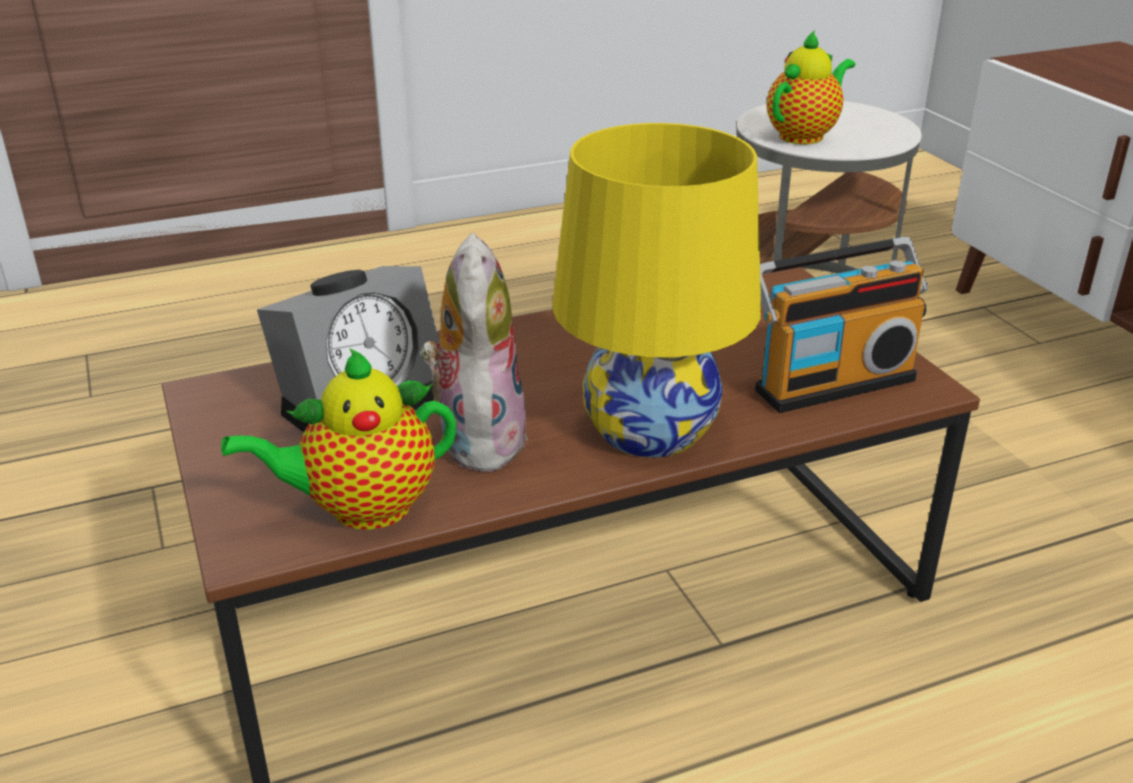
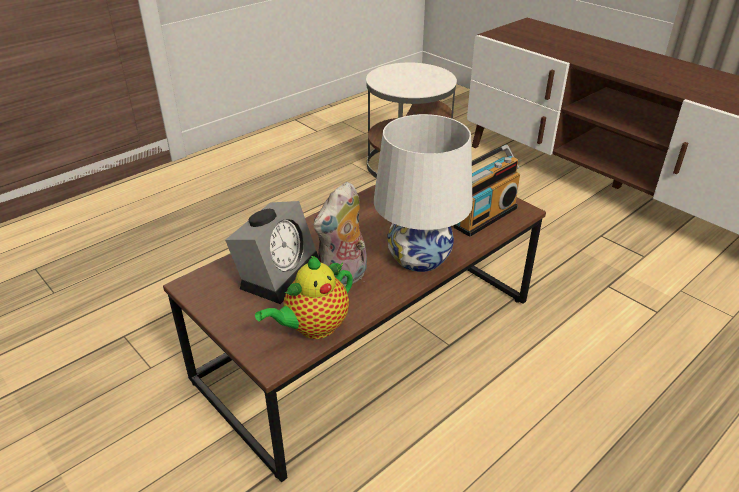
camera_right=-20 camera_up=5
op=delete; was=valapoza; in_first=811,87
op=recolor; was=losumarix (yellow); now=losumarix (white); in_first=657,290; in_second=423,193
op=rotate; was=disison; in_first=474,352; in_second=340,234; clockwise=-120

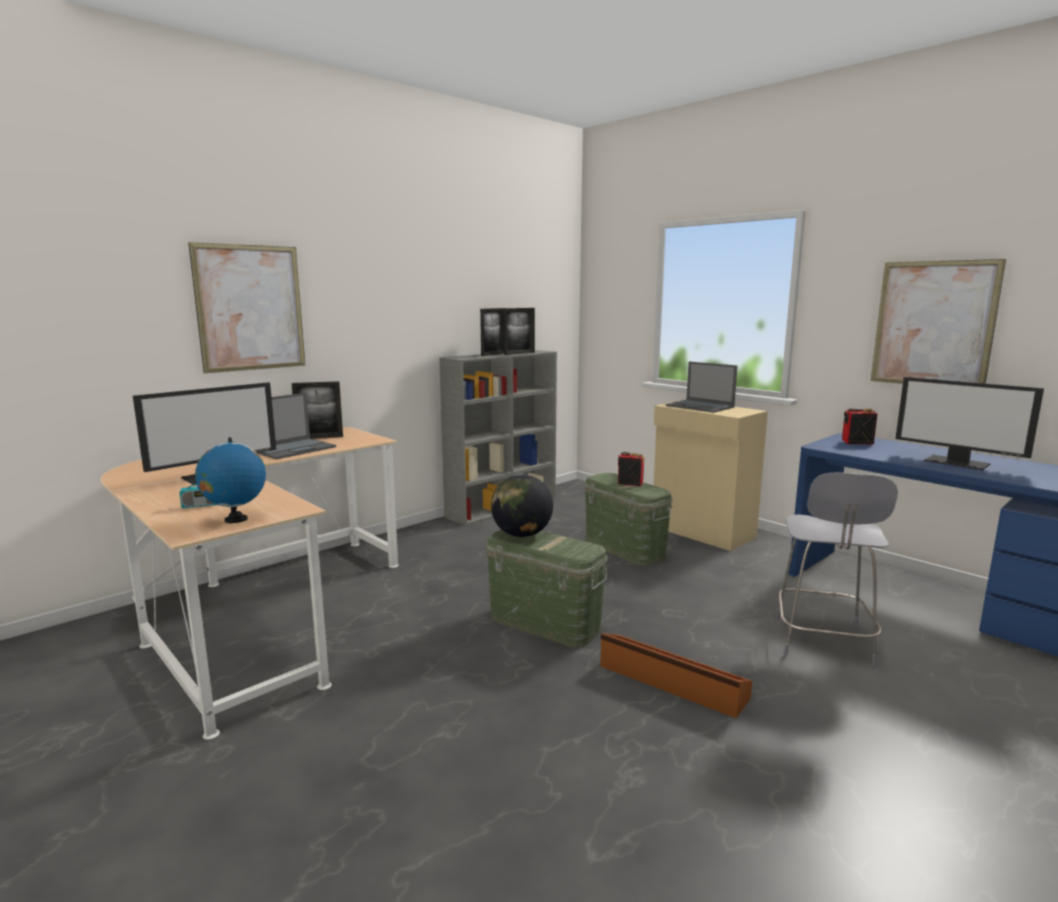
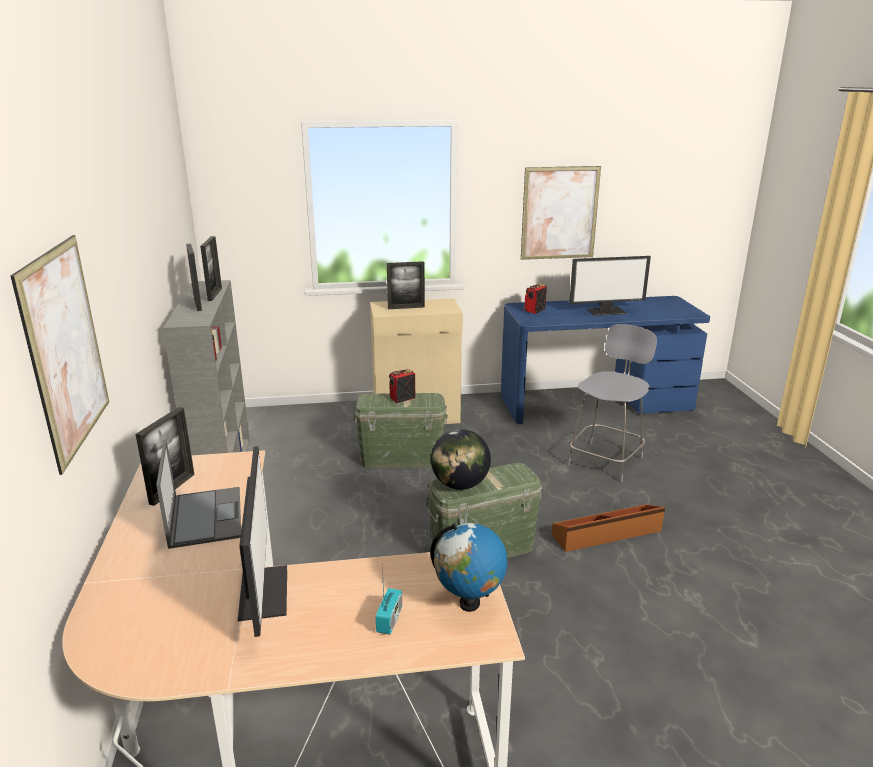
camera_right=-55 camera_up=10
op=replace; was=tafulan; now=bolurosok; in_first=701,387; in_second=406,285
op=rotate; was=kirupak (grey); in_first=837,569; in_second=612,403; clockwise=-105

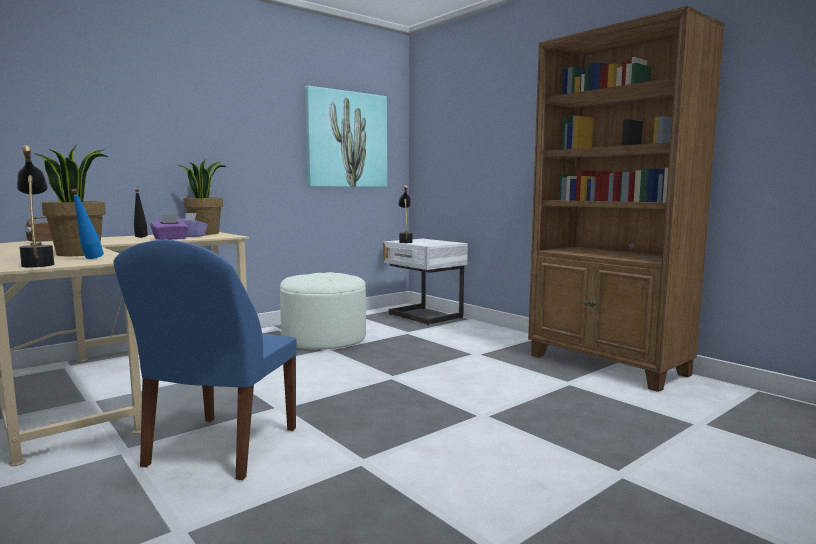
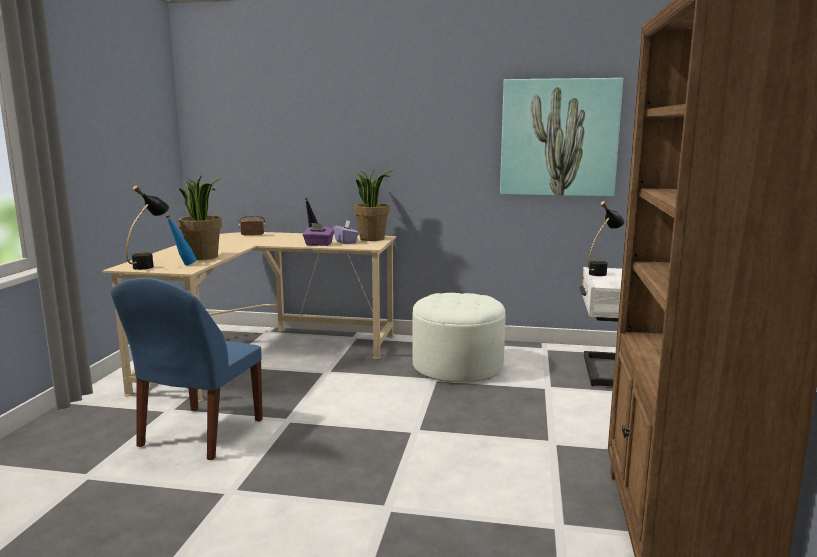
camera_right=50 camera_up=5
op=rotate; was=kirupak (blue); in_first=205,360; in_second=187,369; clockwise=-45

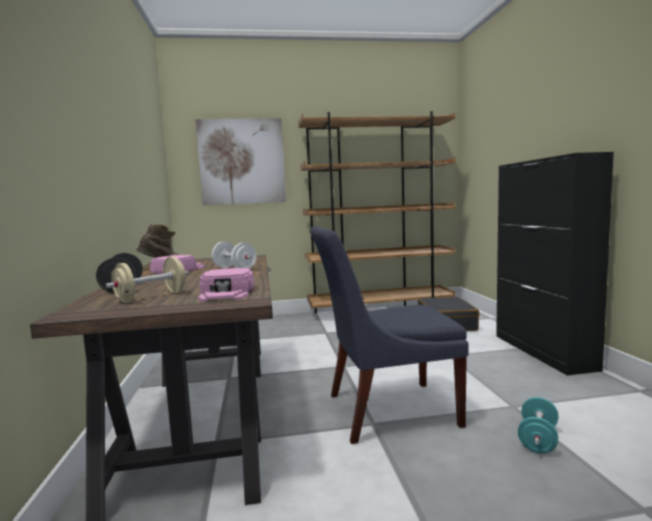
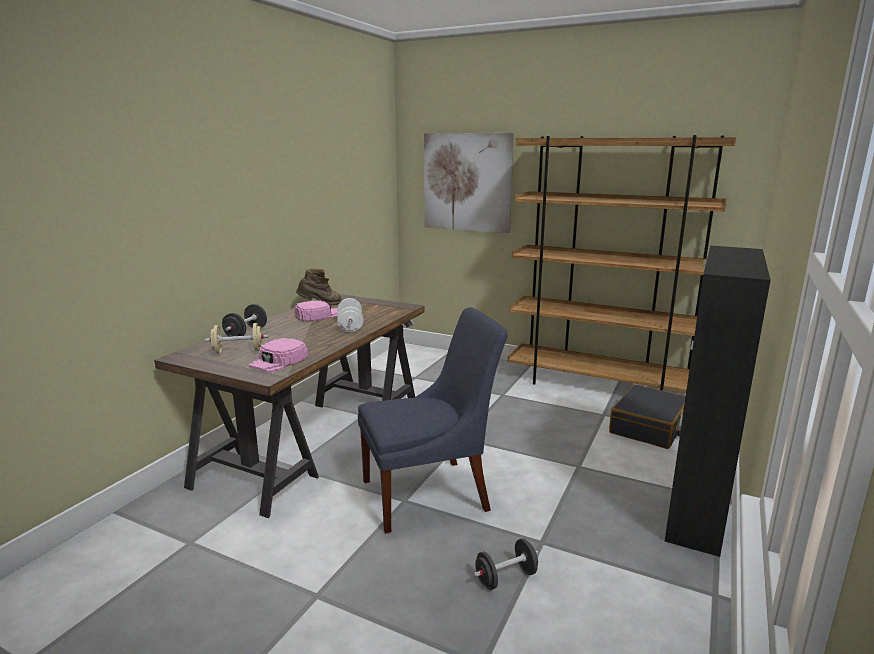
camera_right=35 camera_up=10
op=recolor; was=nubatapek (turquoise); now=nubatapek (black); in_first=538,425; in_second=506,564
op=rotate; was=kirupak (blue); in_first=389,335; in_second=433,420; clockwise=135

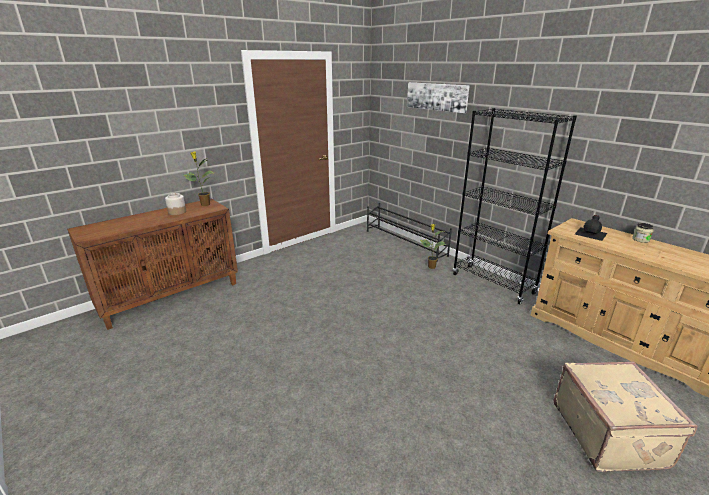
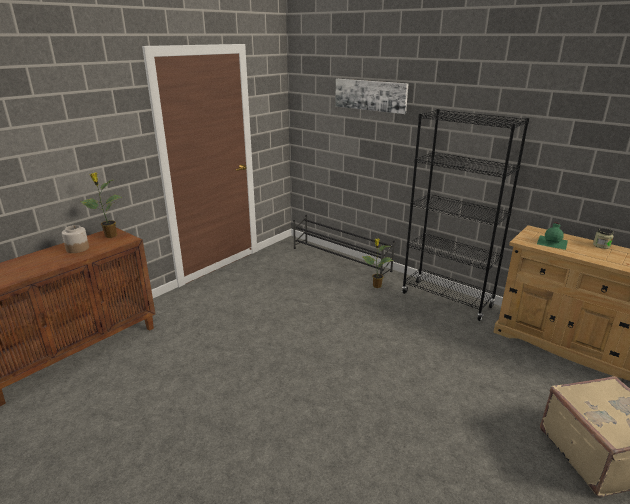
camera_right=-10 camera_up=0
op=recolor; was=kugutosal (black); now=kugutosal (green); in_first=591,228; in_second=552,236

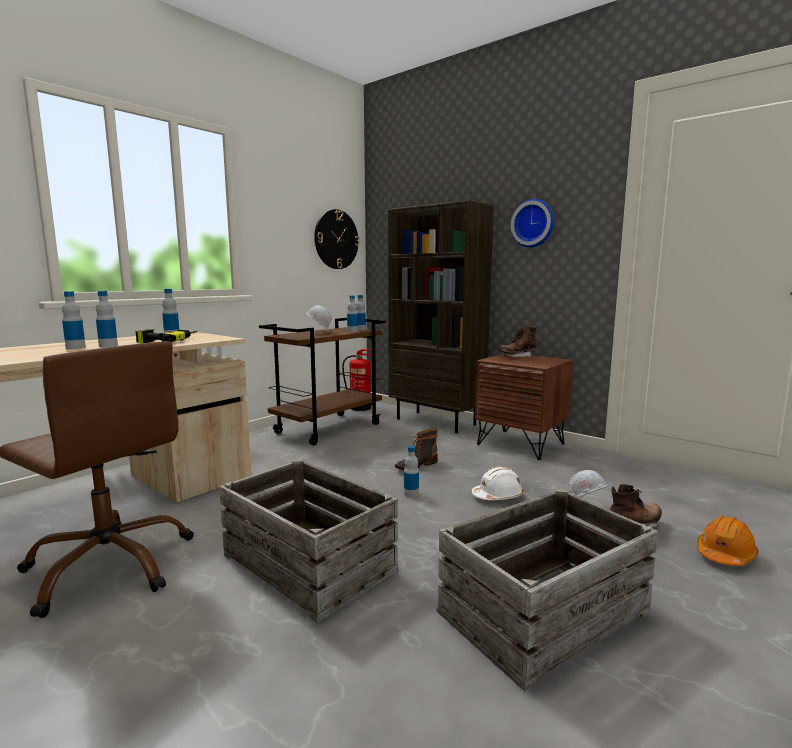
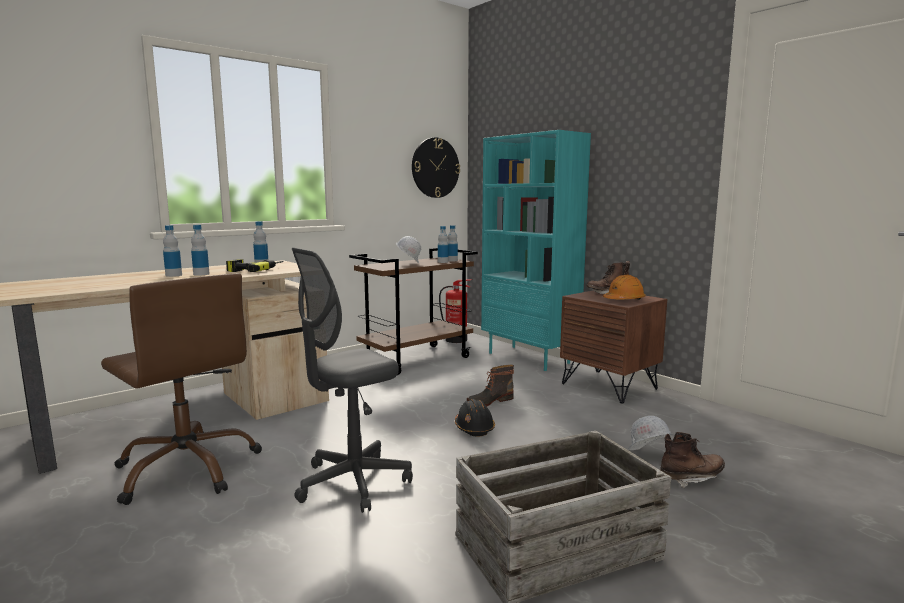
camera_right=10 camera_up=0
op=delete; was=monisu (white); in_first=498,483
op=delete; was=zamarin; in_first=533,223
op=move; was=monisu (orange); in_first=727,541; in_second=624,287
op=replace; was=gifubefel; now=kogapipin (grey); in_first=308,541; in_second=352,380
op=replace; was=kugutosal; now=monisu (black); in_first=411,471; in_second=475,417
op=recolor; was=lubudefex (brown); now=lubudefex (turquoise); in_first=441,316; in_second=536,250

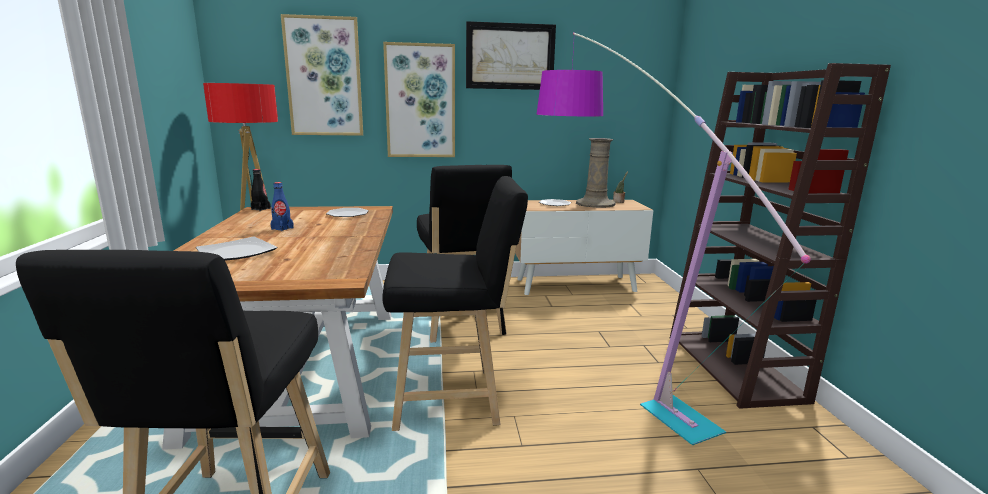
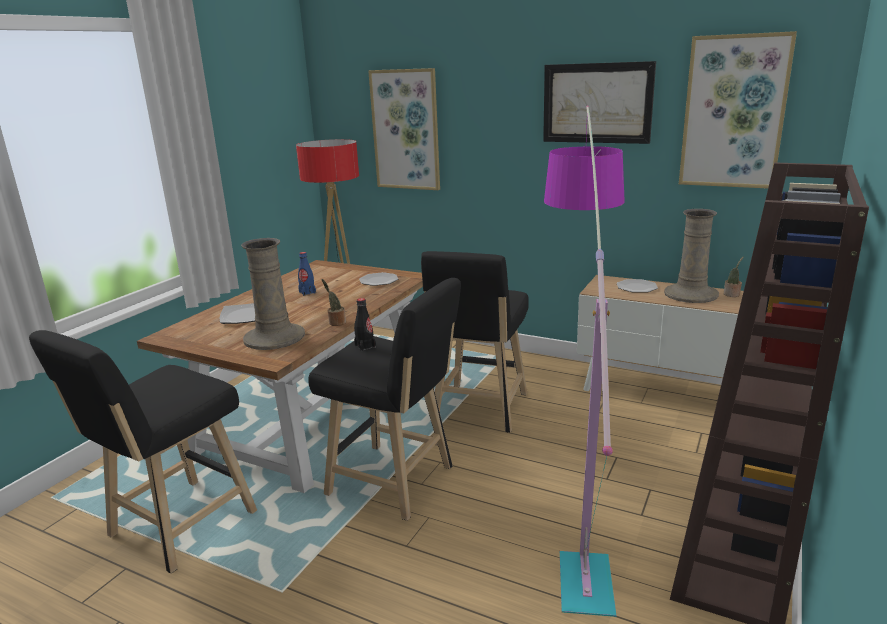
camera_right=35 camera_up=5
op=insert; now=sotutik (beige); in_second=273,294
op=insert; now=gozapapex; in_second=334,302
op=move; was=kugutosal (black); in_first=261,190; in_second=365,325
op=move; was=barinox; in_first=419,99; in_second=738,109

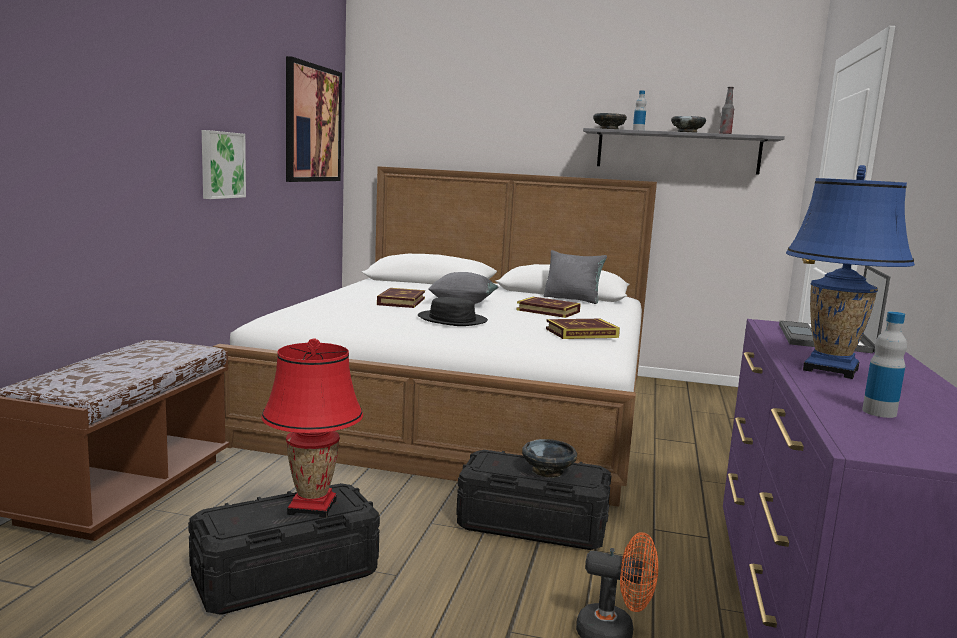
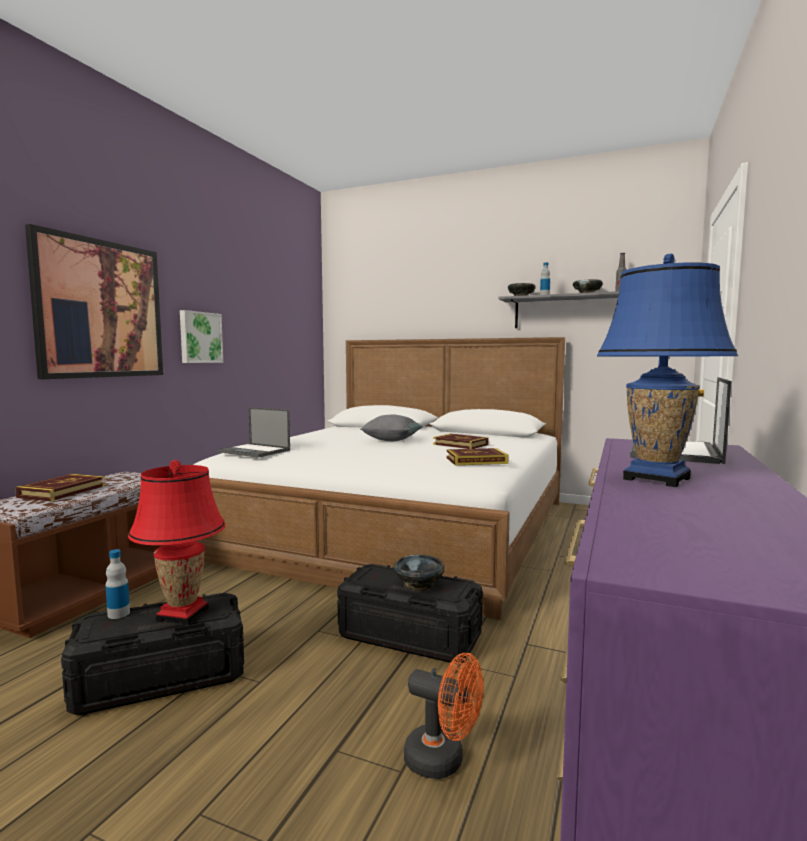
camera_right=10 camera_up=-5
op=delete; was=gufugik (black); in_first=453,311
op=delete; was=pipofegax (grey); in_first=575,277
op=insert; now=tafulan; in_second=253,432
op=move; was=barinox; in_first=314,119; in_second=94,301
op=move; was=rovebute; in_first=401,298; in_second=60,487
op=move; was=kugutosal; in_first=884,365; in_second=117,584

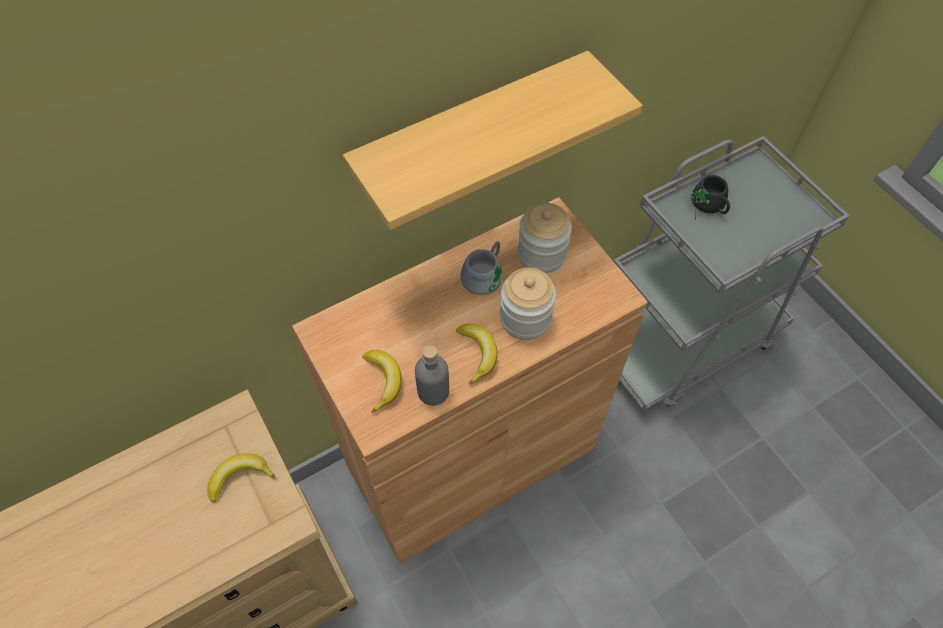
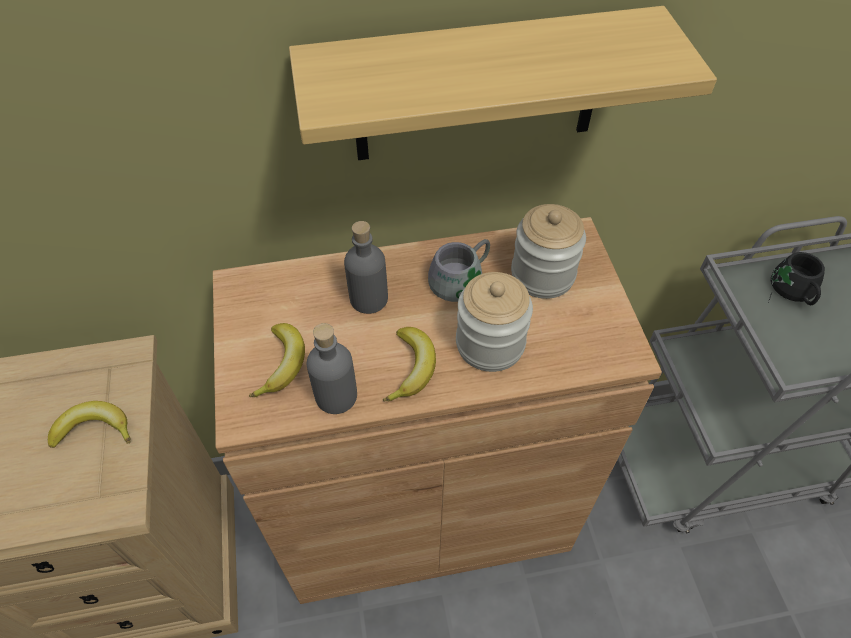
camera_right=20 camera_up=-5
op=insert; now=kugutosal (grey); in_second=366,267

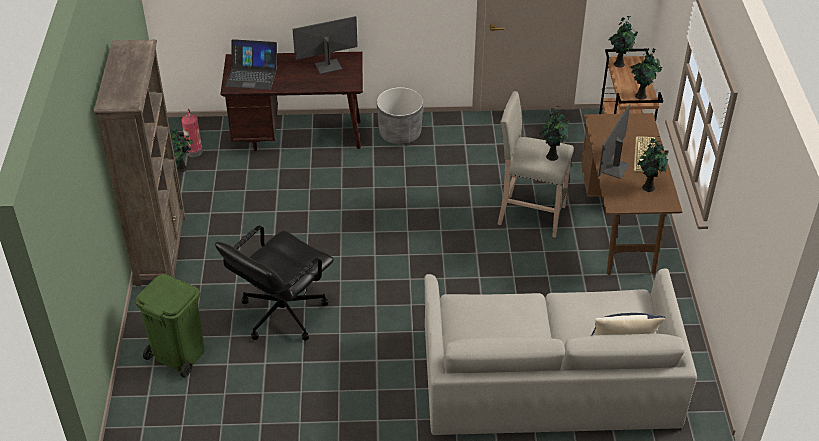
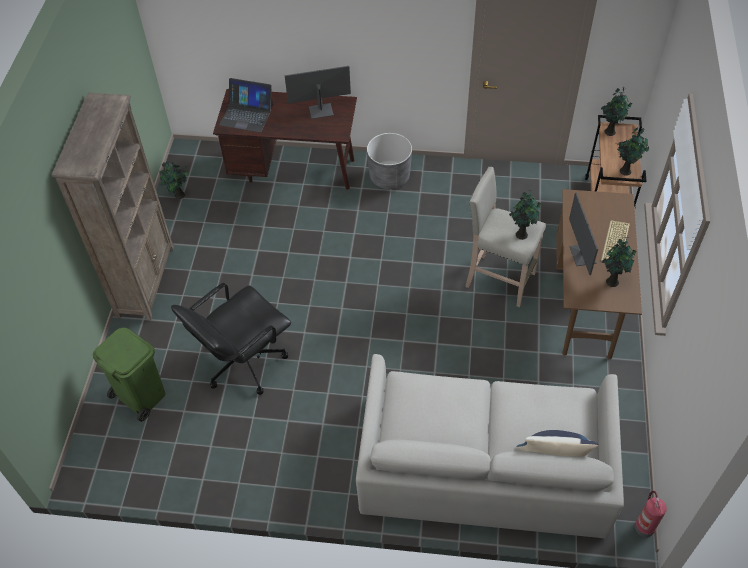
camera_right=10 camera_up=10
op=move; was=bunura; in_first=192,133; in_second=651,514
op=rotate; was=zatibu; in_first=614,141; in_second=583,233; clockwise=-45

